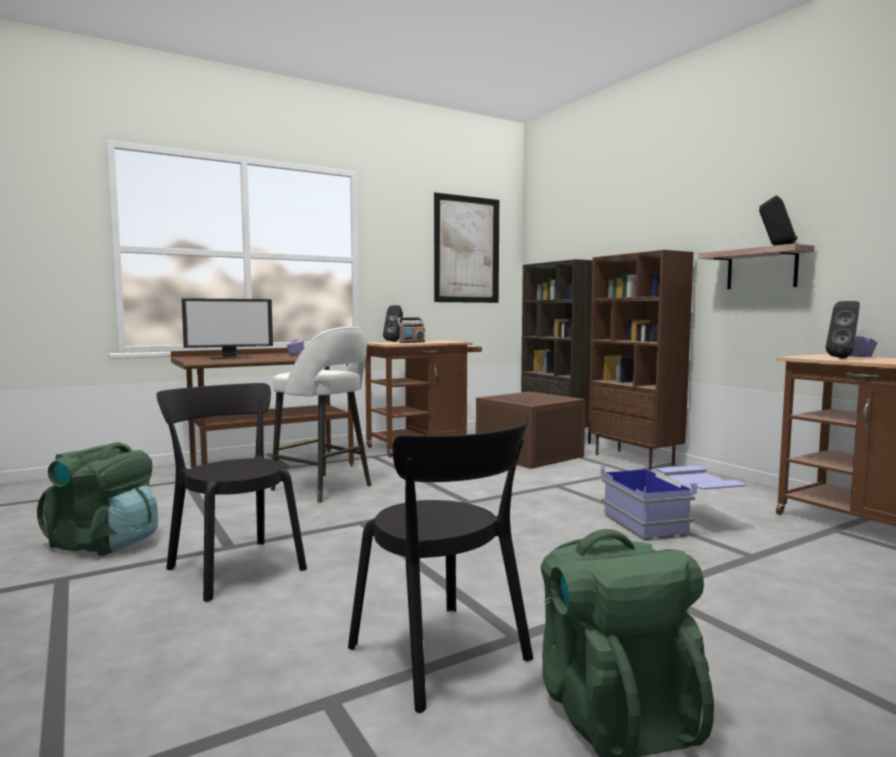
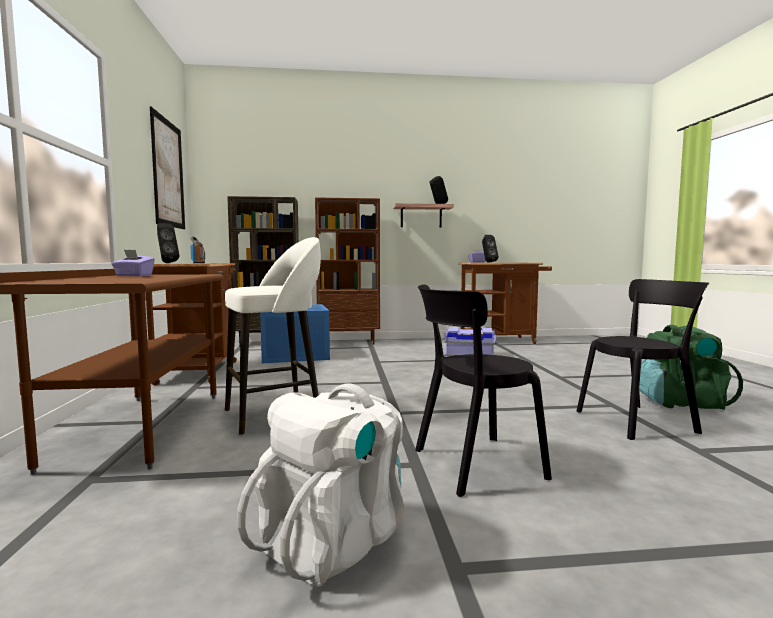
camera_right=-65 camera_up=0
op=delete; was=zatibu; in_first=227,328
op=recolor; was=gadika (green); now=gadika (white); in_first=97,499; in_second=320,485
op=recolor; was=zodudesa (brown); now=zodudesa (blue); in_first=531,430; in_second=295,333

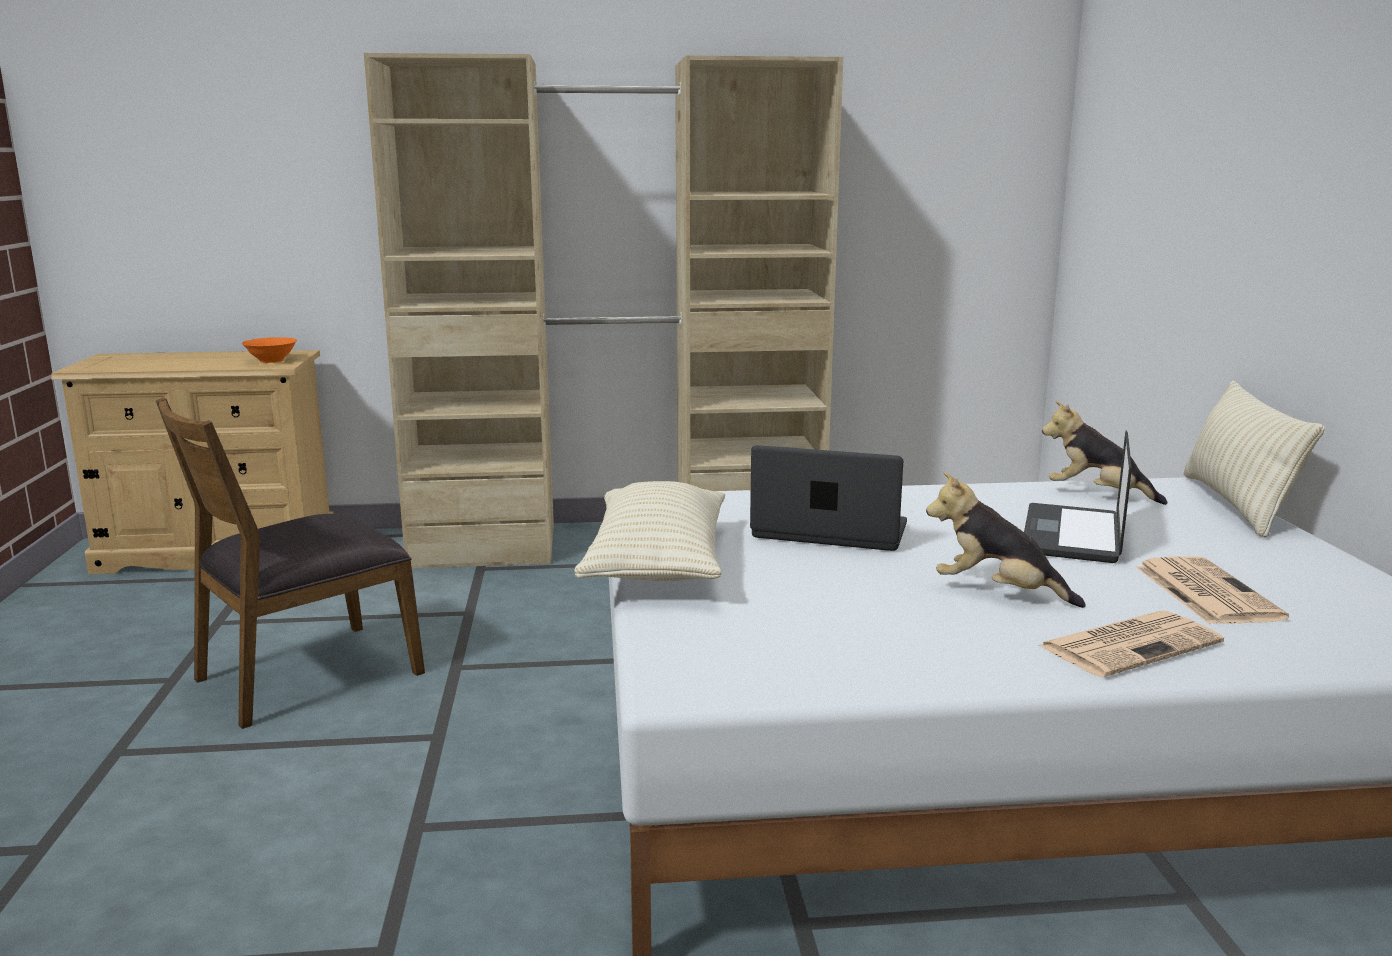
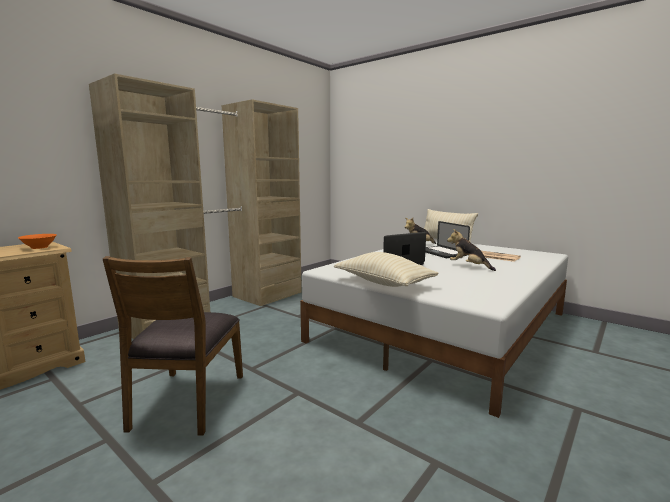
camera_right=-45 camera_up=-5
op=delete; was=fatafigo; in_first=1130,644
op=rotate; was=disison; in_first=1006,540; in_second=471,250; clockwise=60

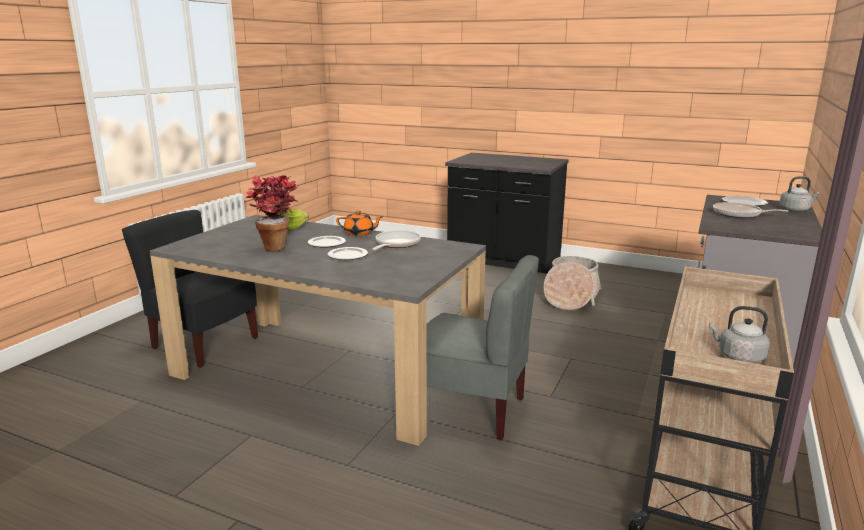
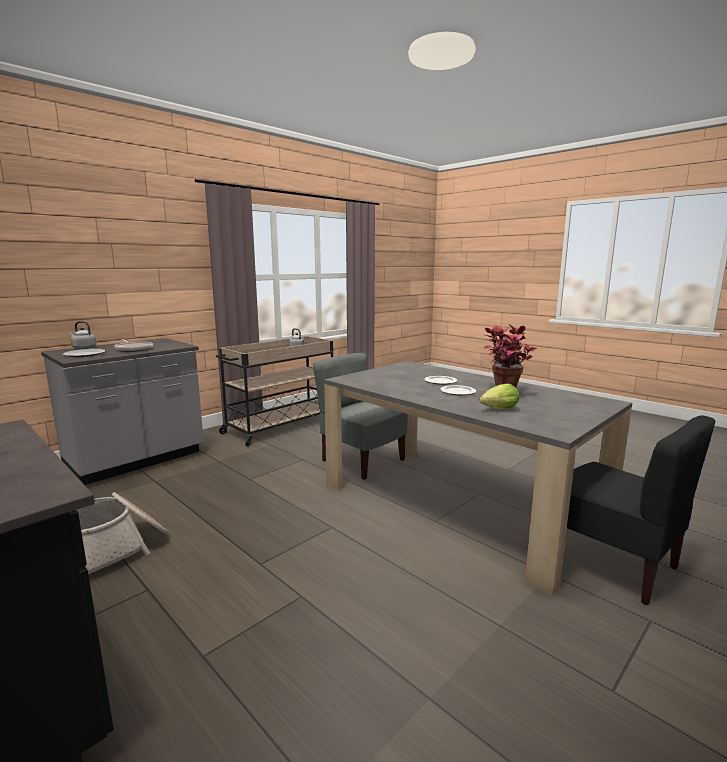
camera_right=-160 camera_up=-5
op=delete; was=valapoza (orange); in_first=360,223
op=delete; was=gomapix; in_first=396,240

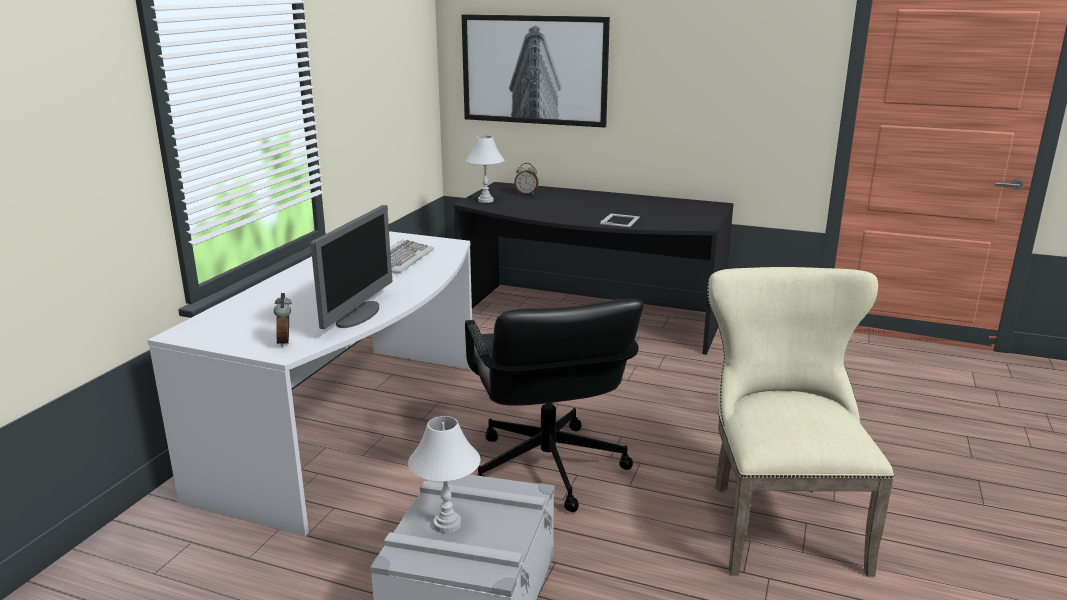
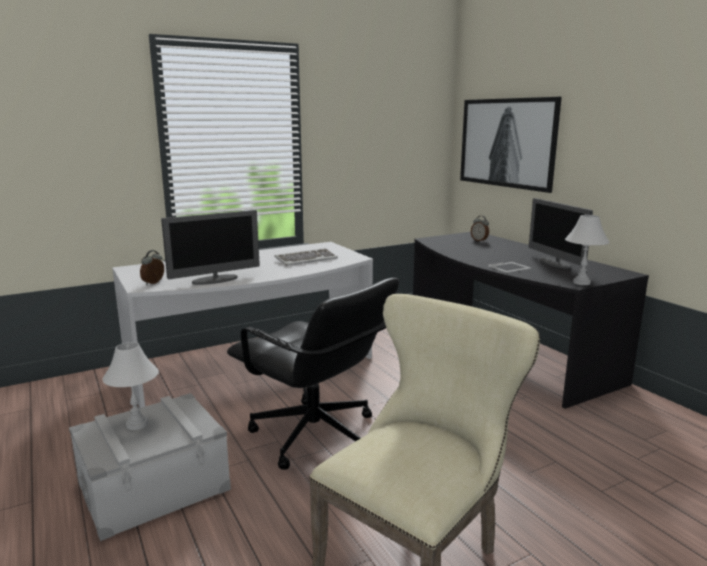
camera_right=40 camera_up=-5
op=insert; now=zatibu; in_second=560,233
op=move; was=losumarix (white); in_first=485,169; in_second=587,250
op=rotate; was=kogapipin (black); in_first=554,405; in_second=313,374; clockwise=-75

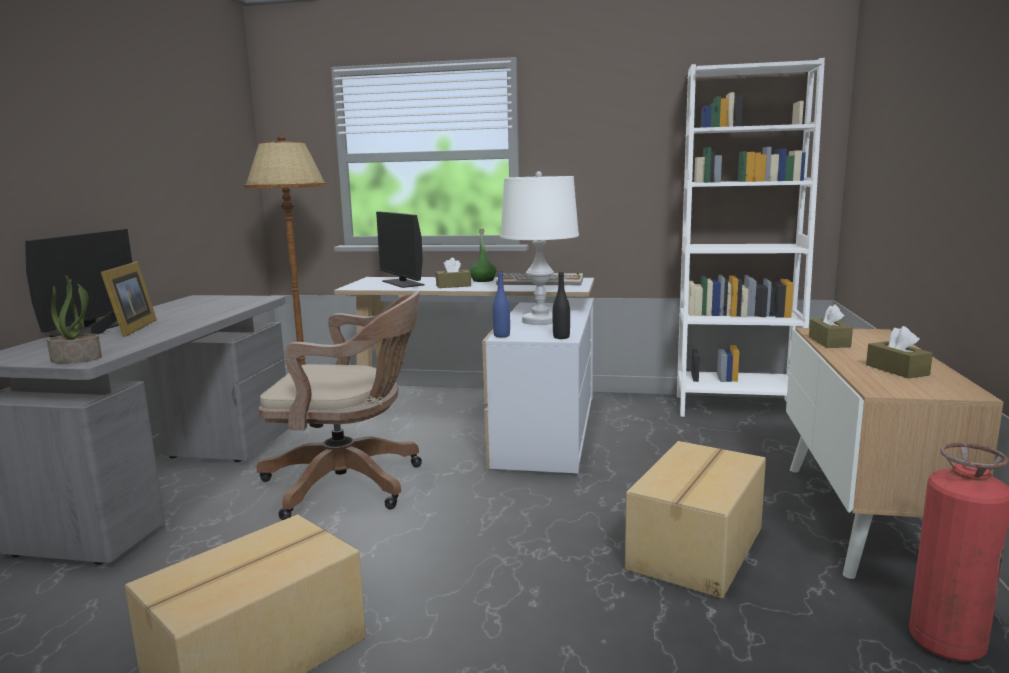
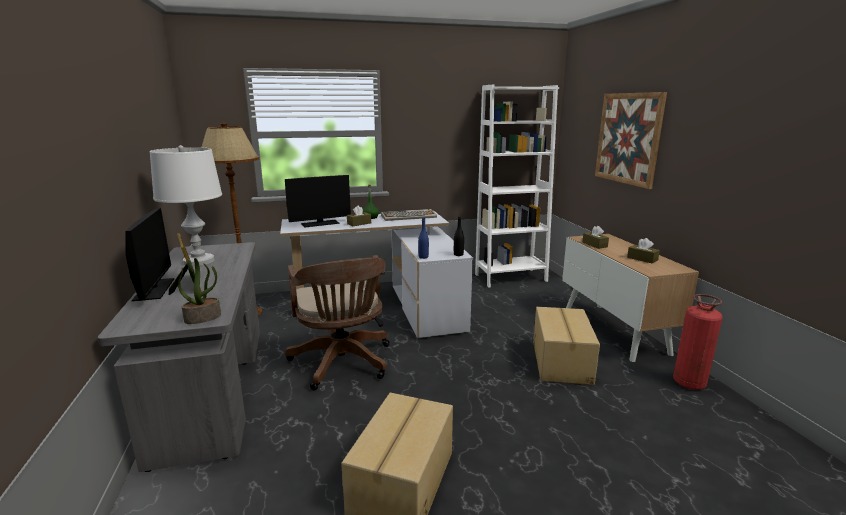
camera_right=-25 camera_up=5
op=insert; now=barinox; in_second=631,140
op=move; was=losumarix (white); in_first=539,248; in_second=186,205
op=rotate; was=kogapipin (brown); in_first=339,405; in_second=337,322; clockwise=90
op=rotate; was=zatibu; in_first=400,250; in_second=318,201; clockwise=-60

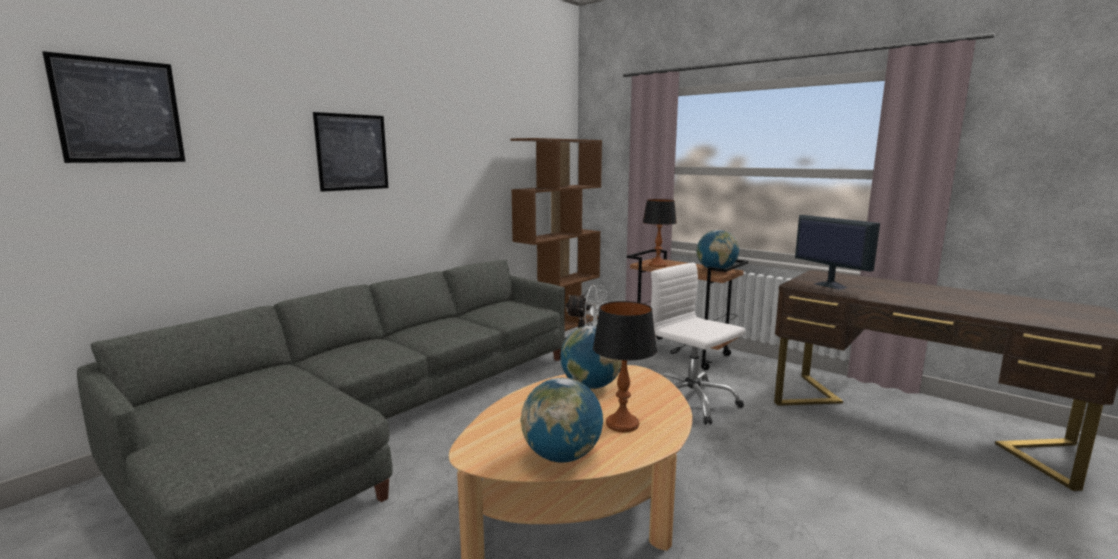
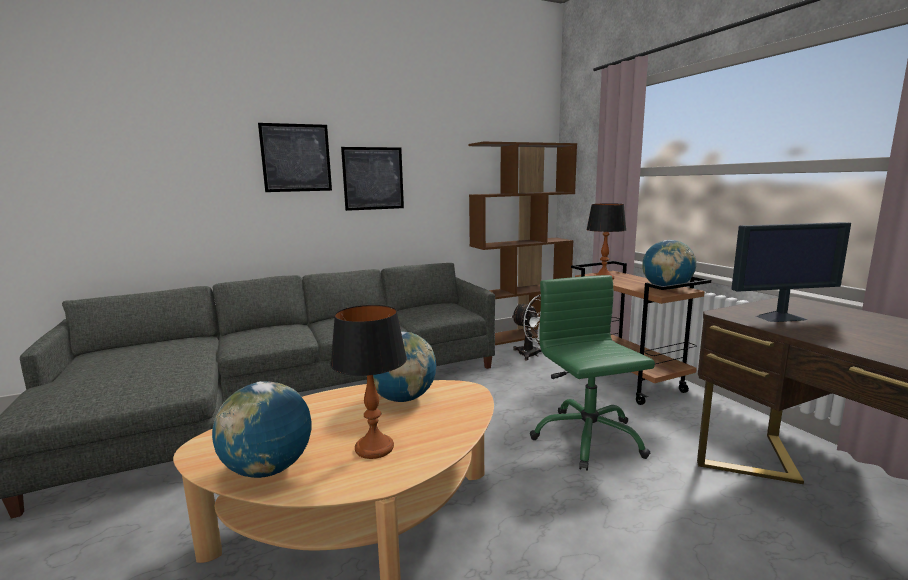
camera_right=25 camera_up=0
op=move; was=barinox; in_first=113,107; in_second=372,179
op=recolor; was=kogapipin (white); now=kogapipin (green); in_first=698,344; in_second=592,373
op=rotate; was=zatibu; in_first=837,252; in_second=791,272; clockwise=90

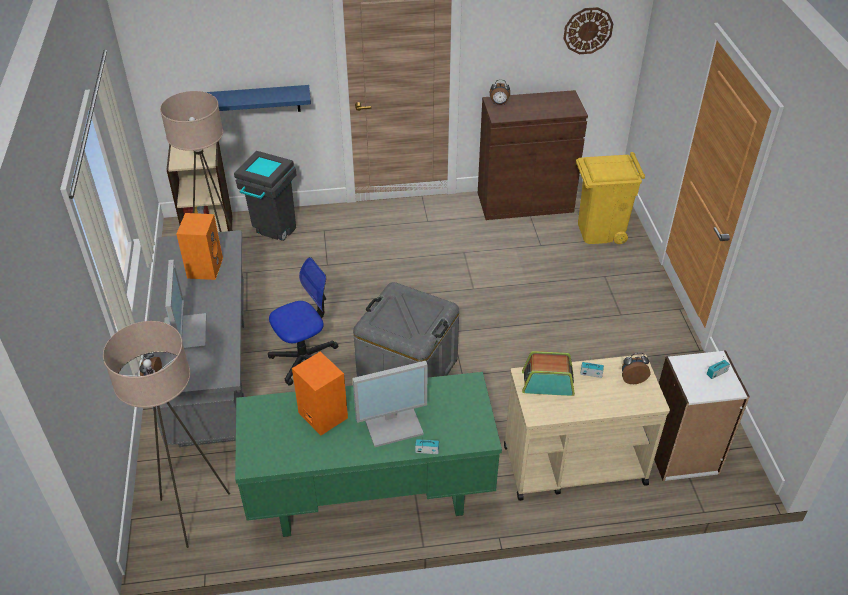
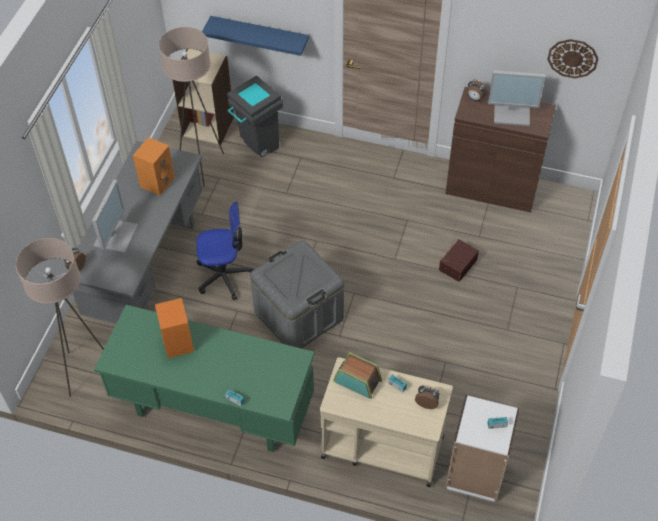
camera_right=25 camera_up=10
op=delete; was=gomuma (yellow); in_first=610,198
op=insert; now=zodudesa (brown); in_second=459,260
op=move; was=zatibu; in_first=389,404; in_second=517,98

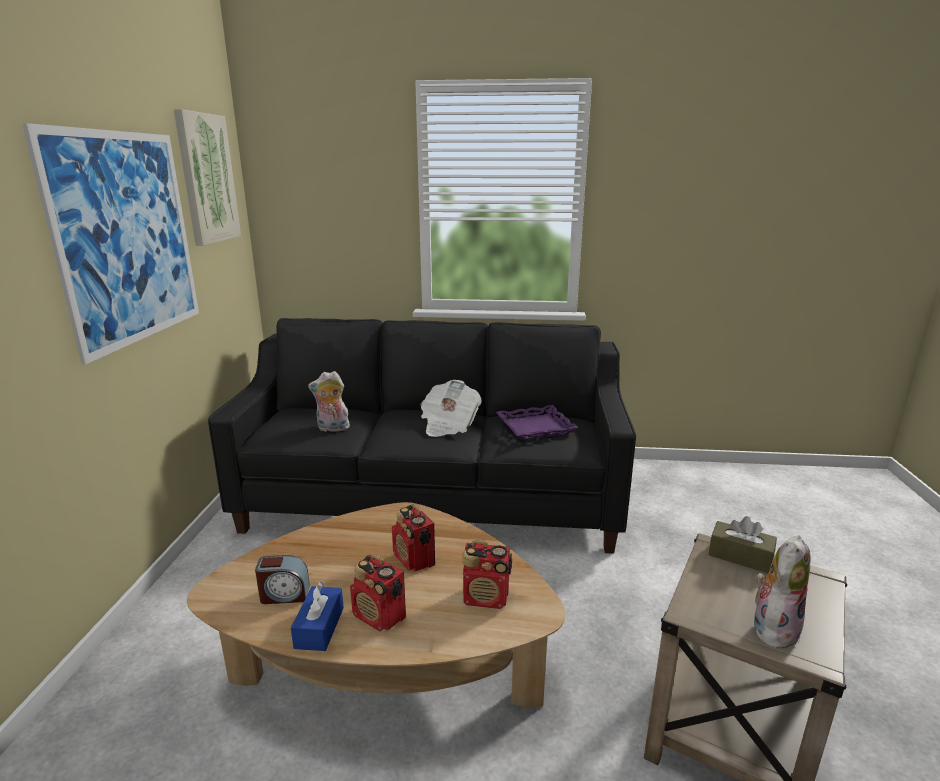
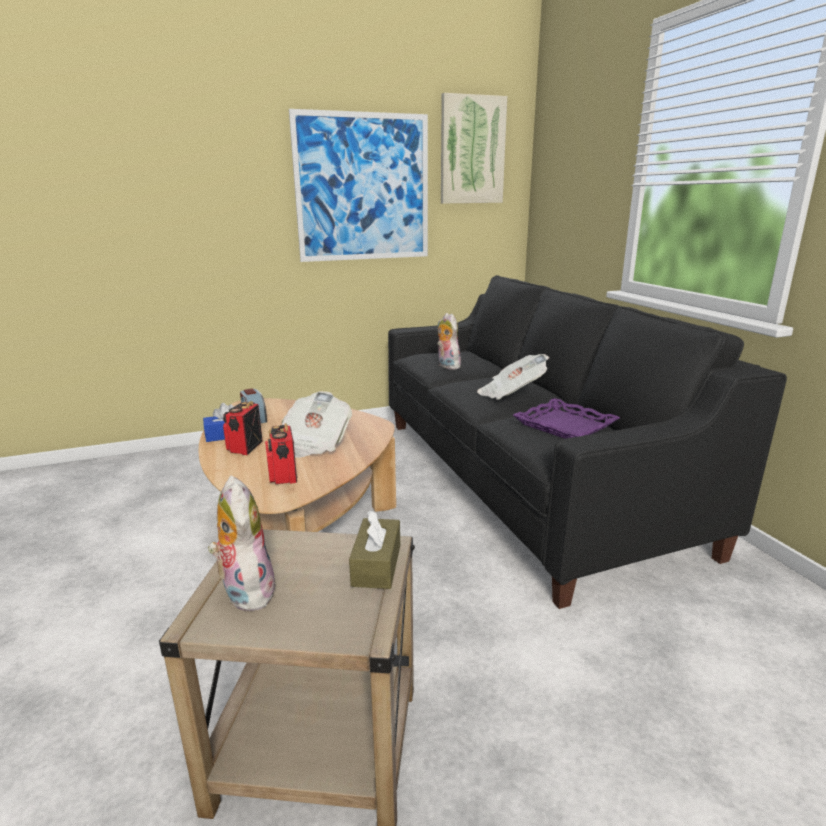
camera_right=65 camera_up=0
op=replace; was=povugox; now=fatafigo; in_first=413,537; in_second=316,424
op=rotate; was=disison; in_first=782,592; in_second=242,543; clockwise=-135

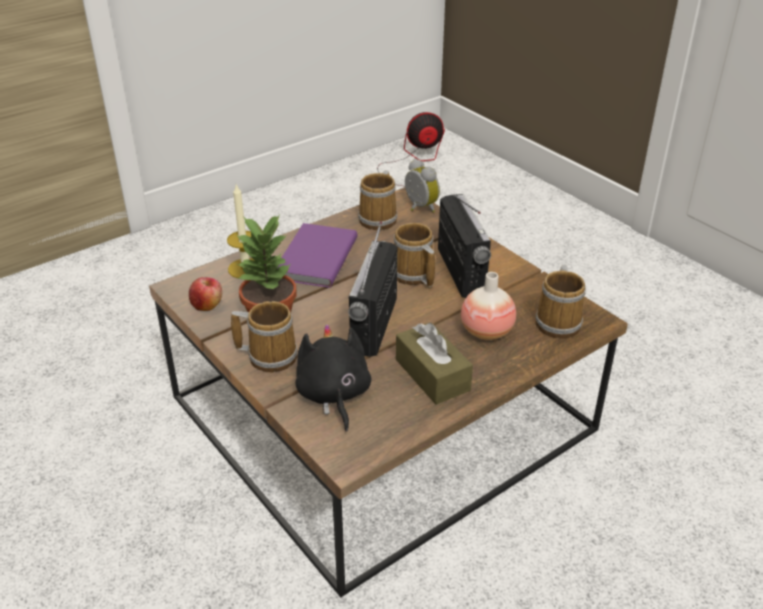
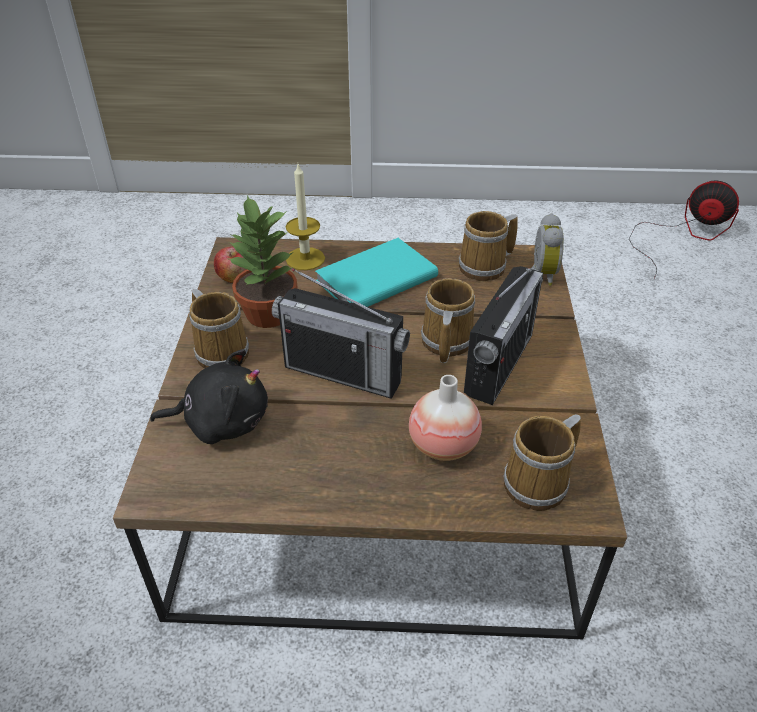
camera_right=40 camera_up=5
op=delete; was=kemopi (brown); in_first=434,363
op=recolor; was=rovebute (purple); now=rovebute (turquoise); in_first=317,255; in_second=376,272
op=rotate; was=disison (black); in_first=333,378; in_second=209,396; clockwise=60
op=rotate; was=povugox; in_first=372,289; in_second=341,333; clockwise=-120

